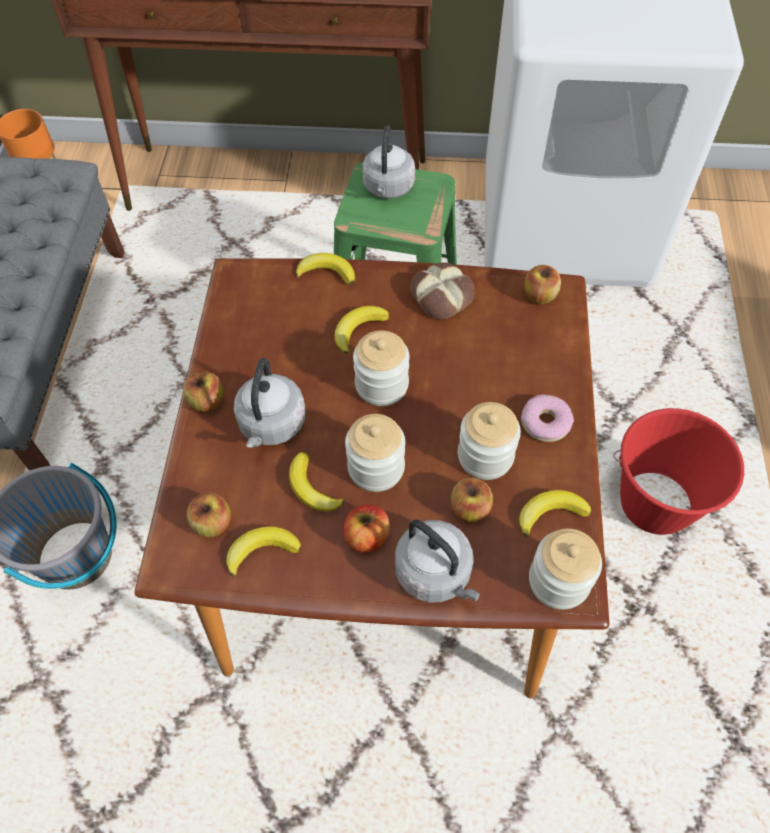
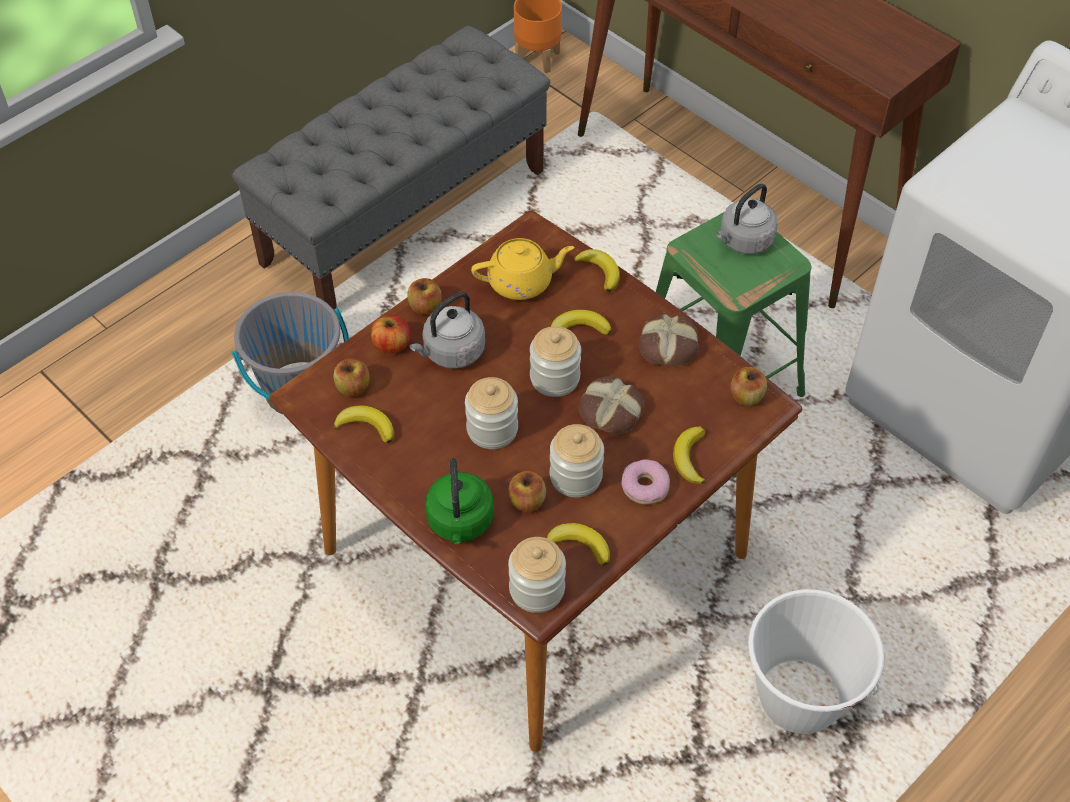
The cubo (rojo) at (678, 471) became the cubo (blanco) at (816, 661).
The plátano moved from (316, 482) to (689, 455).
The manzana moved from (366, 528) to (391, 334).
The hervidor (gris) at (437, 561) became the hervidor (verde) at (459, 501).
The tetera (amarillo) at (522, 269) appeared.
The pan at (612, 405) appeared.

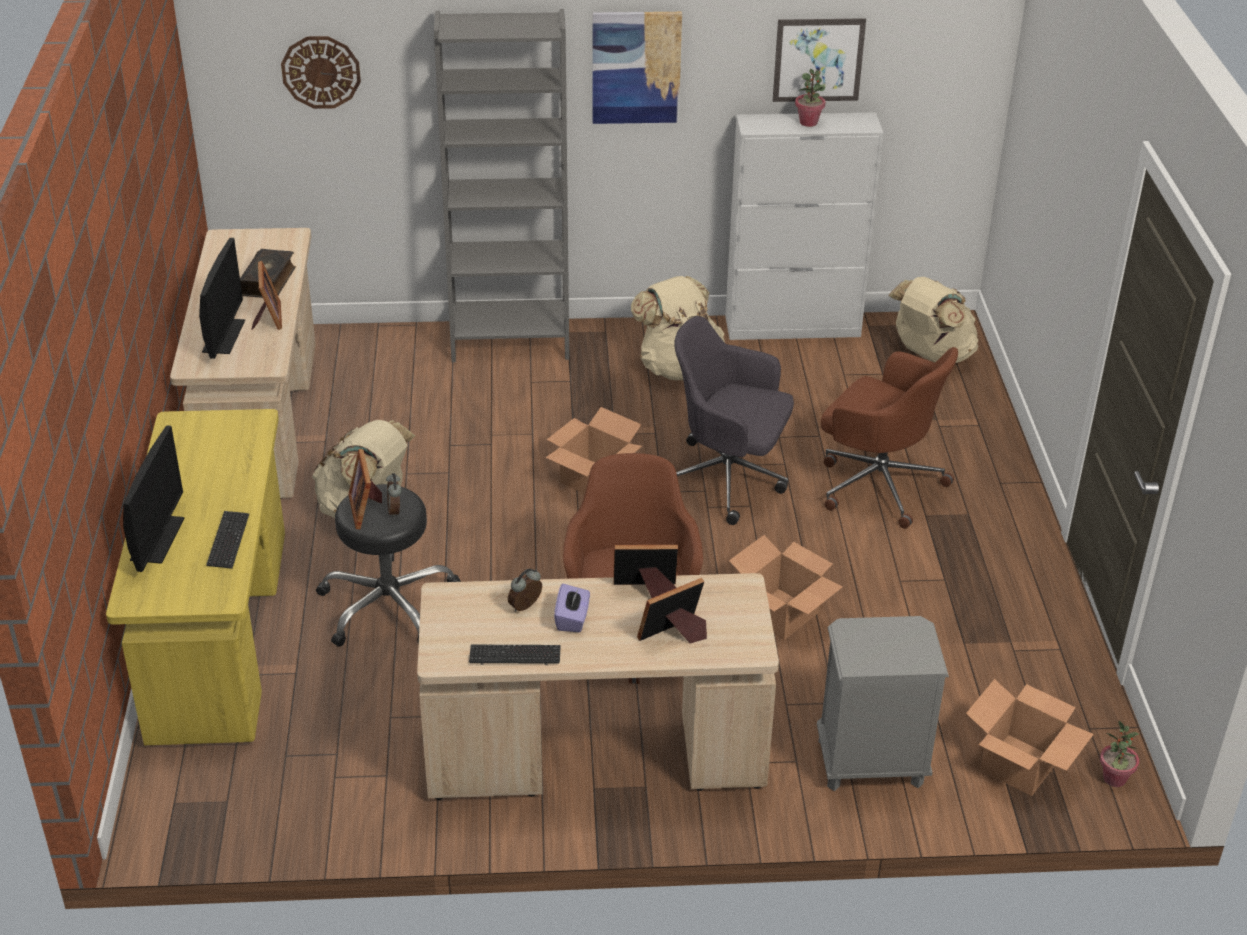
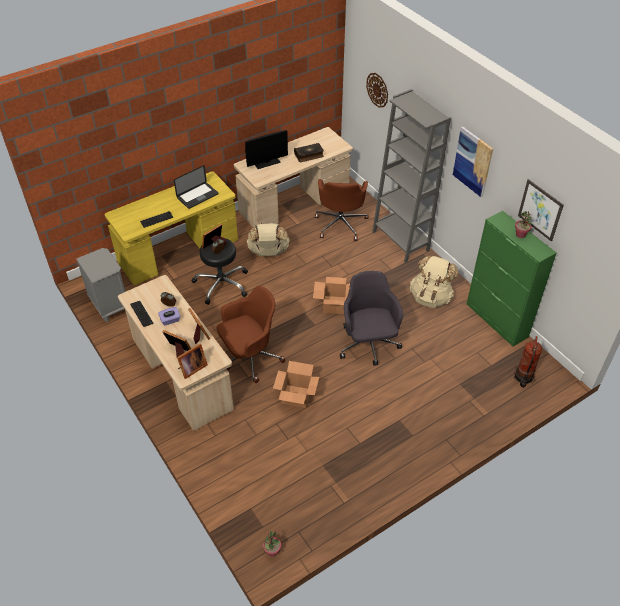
The armario (blanco) at (804, 226) became the armario (verde) at (512, 278).
The portarretratos moved from (266, 295) to (192, 361).
The mochila (beis) at (934, 320) was replaced by the extintor at (528, 362).
The silla de oficina (marrón) moved from (889, 438) to (342, 210).
The monitor at (153, 498) disappeared.
The mesita de noche (gris) moved from (883, 703) to (101, 285).
The caja de cartón at (1030, 737) disappeared.
The portátil at (196, 187) appeared.

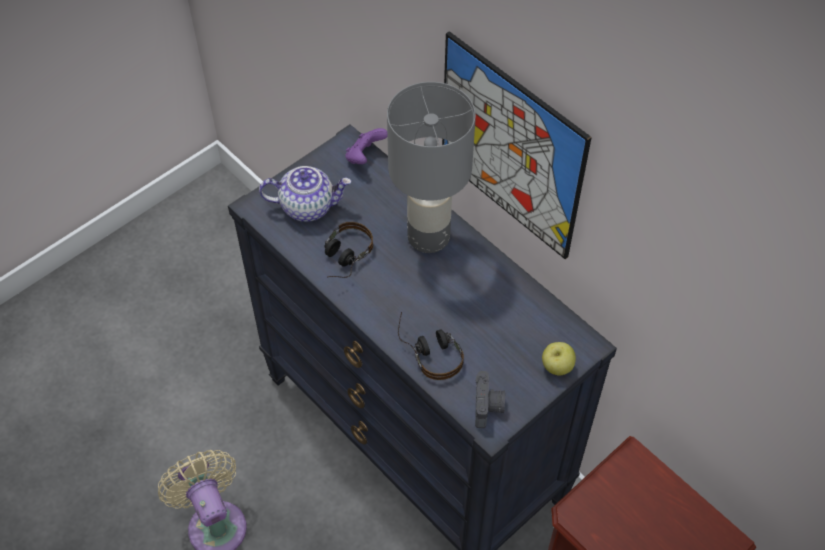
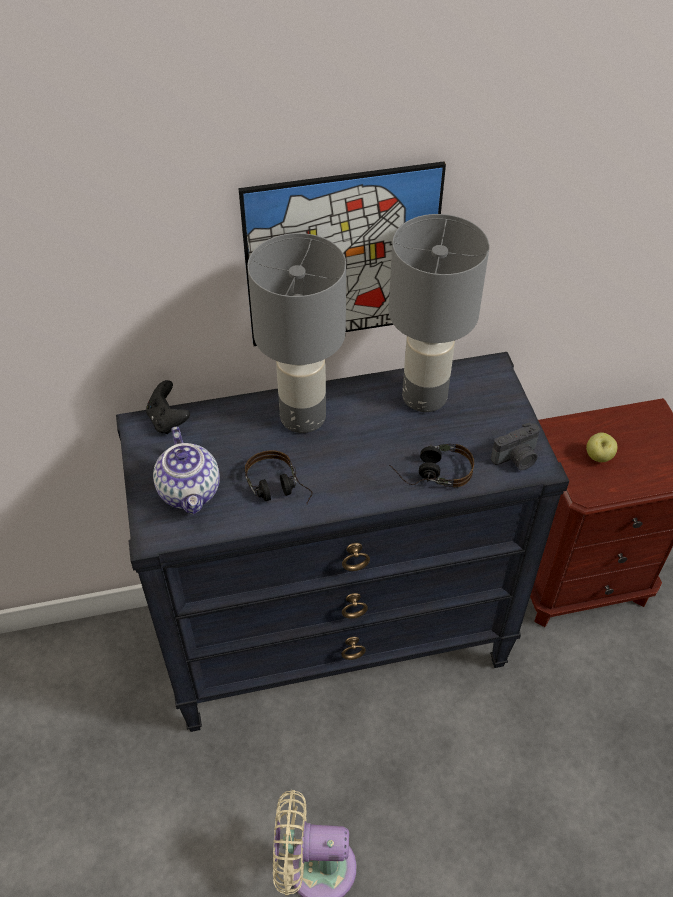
The mando de consola (morado) at (366, 146) became the mando de consola (negro) at (168, 407).
The tetera at (305, 194) turned 135 degrees clockwise.
The manzana moved from (559, 358) to (602, 447).
The cámara at (490, 399) turned 120 degrees clockwise.
The lámpara de mesa (gris) at (439, 313) appeared.

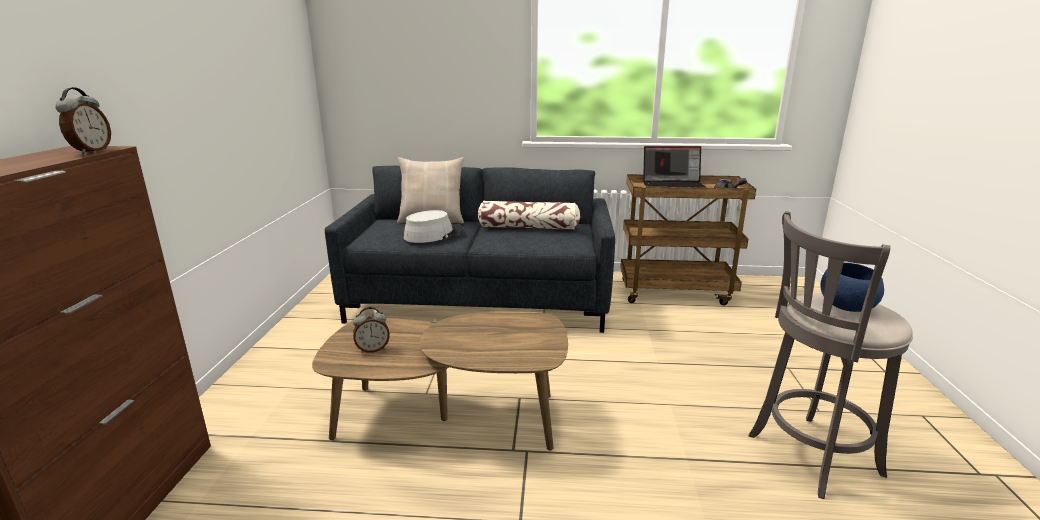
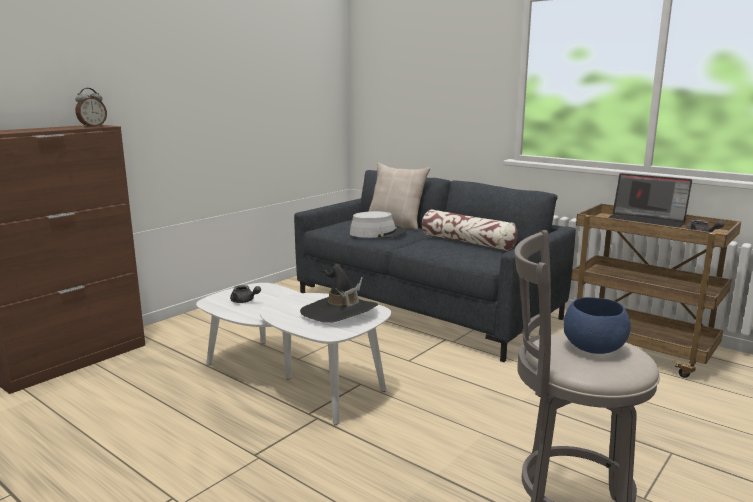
The despertador at (371, 330) was replaced by the tetera (gris) at (245, 294).
The mesa de centro (marrón) at (440, 380) became the mesa de centro (blanco) at (293, 354).
The sombrero (negro) at (339, 293) appeared.

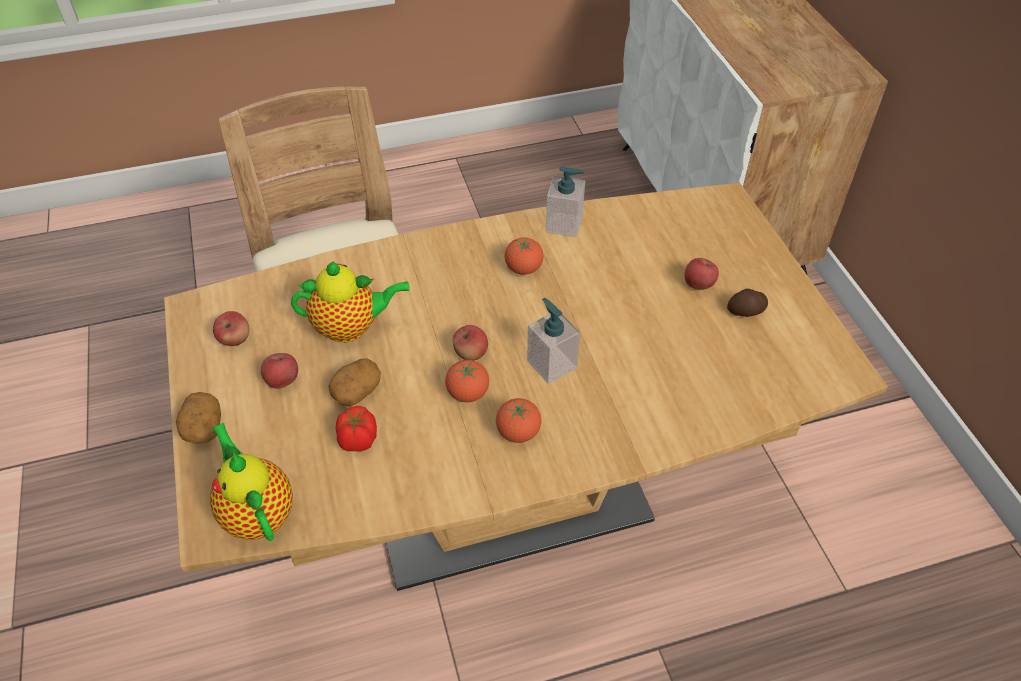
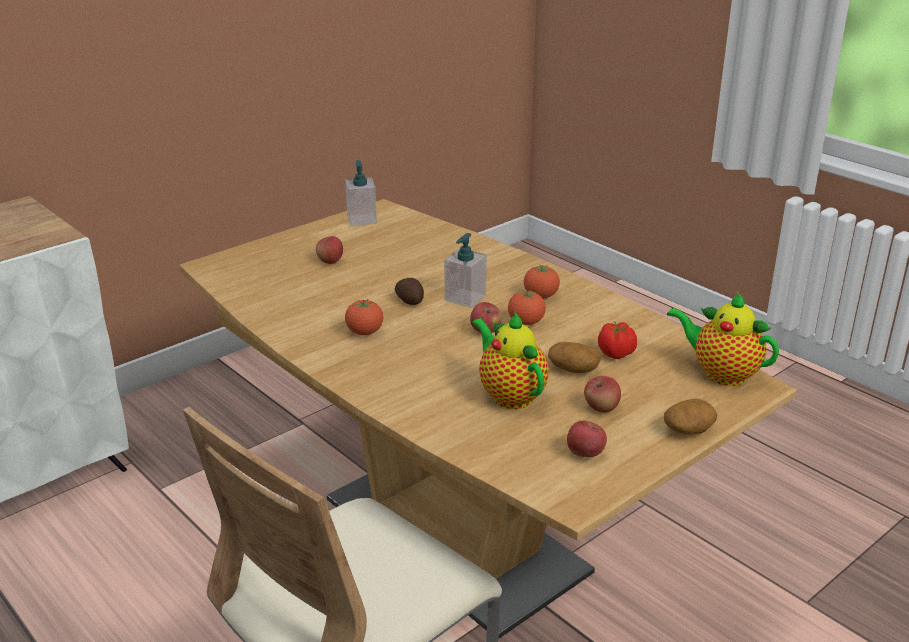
The dispensador de jabón moved from (565, 201) to (361, 193).
The patata moved from (747, 303) to (409, 291).
The tetera at (251, 482) turned 90 degrees clockwise.

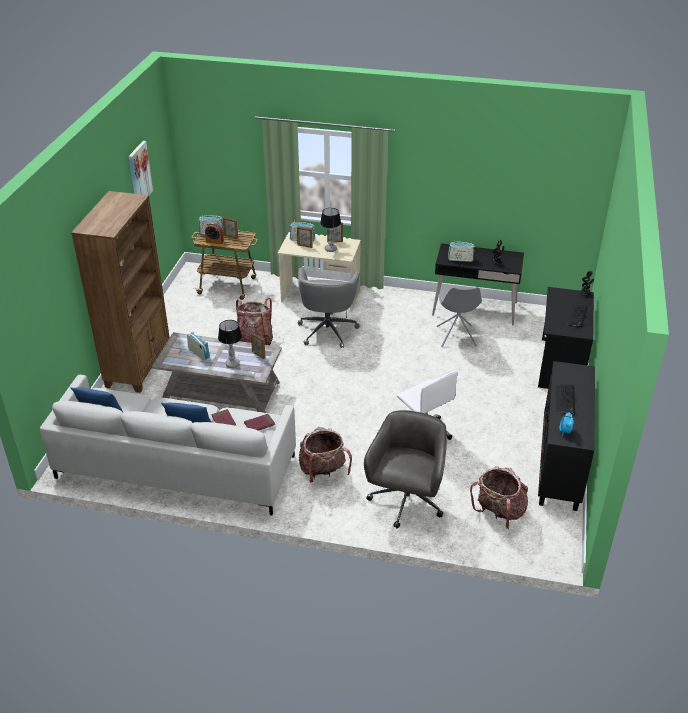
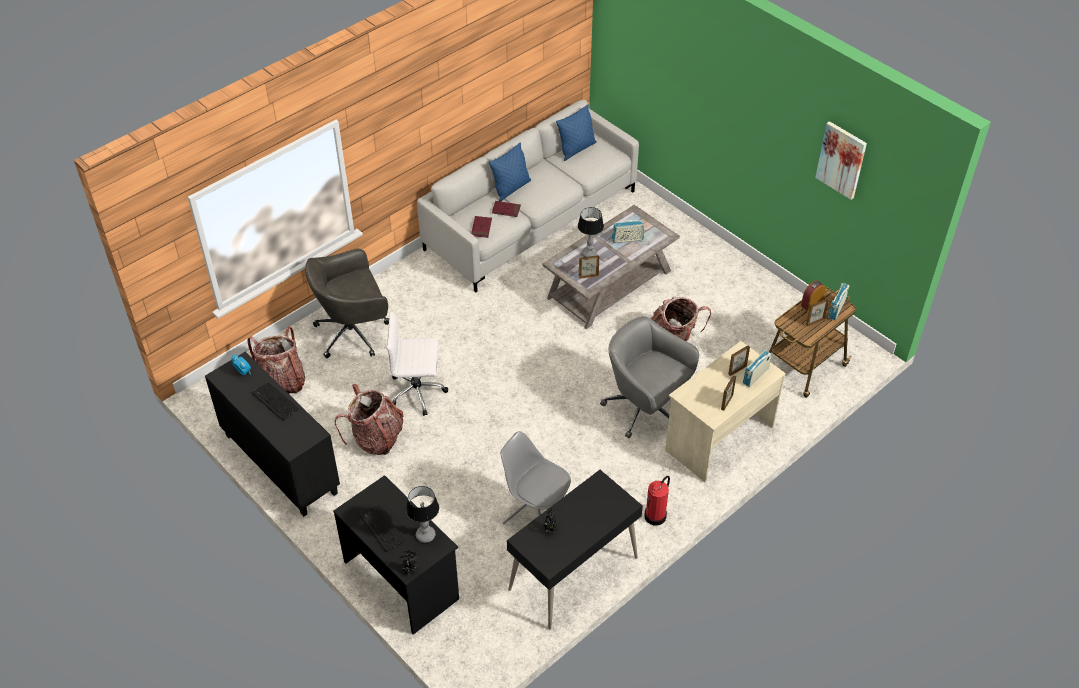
The estantería (marrón) at (120, 292) disappeared.
The lámpara de mesa moved from (330, 230) to (422, 514).
The radio at (461, 252) disappeared.
The silla de oficina (gris) at (405, 469) turned 105 degrees clockwise.
The mochila moved from (325, 455) to (369, 419).
The extintor at (657, 500) appeared.

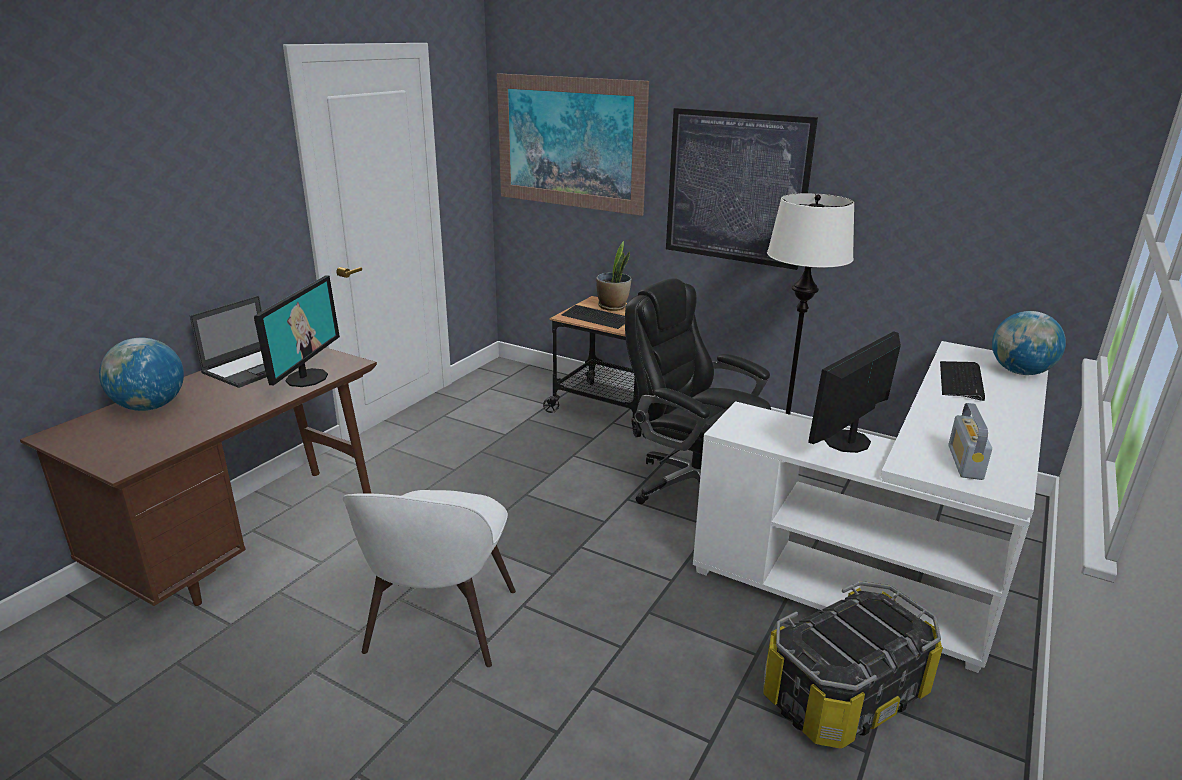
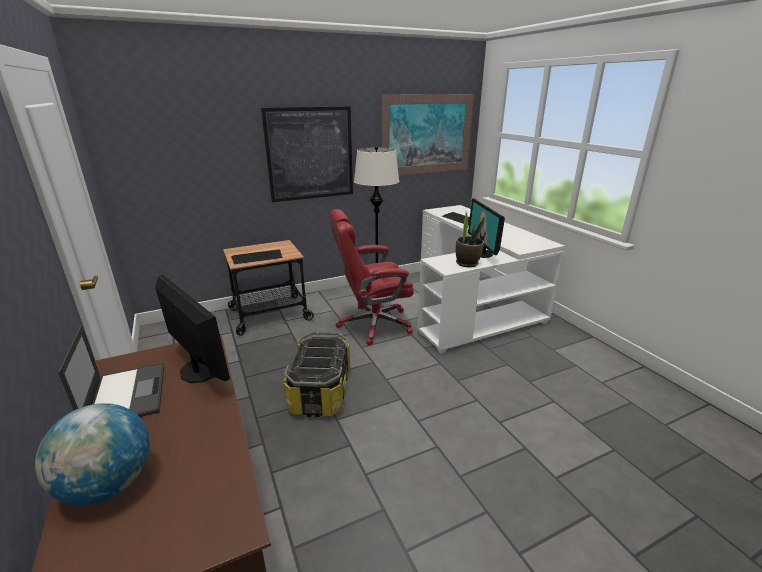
The cuadro moved from (573, 144) to (427, 134).
The planta en maceta moved from (613, 276) to (470, 239).
The silla de oficina (negro) at (698, 391) became the silla de oficina (rojo) at (371, 277).
The globo terráqueo at (1029, 343) disappeared.
The radio at (970, 441) disappeared.
The silla (blanco) at (429, 578) disappeared.
The caja de almacenaje moved from (853, 665) to (316, 374).

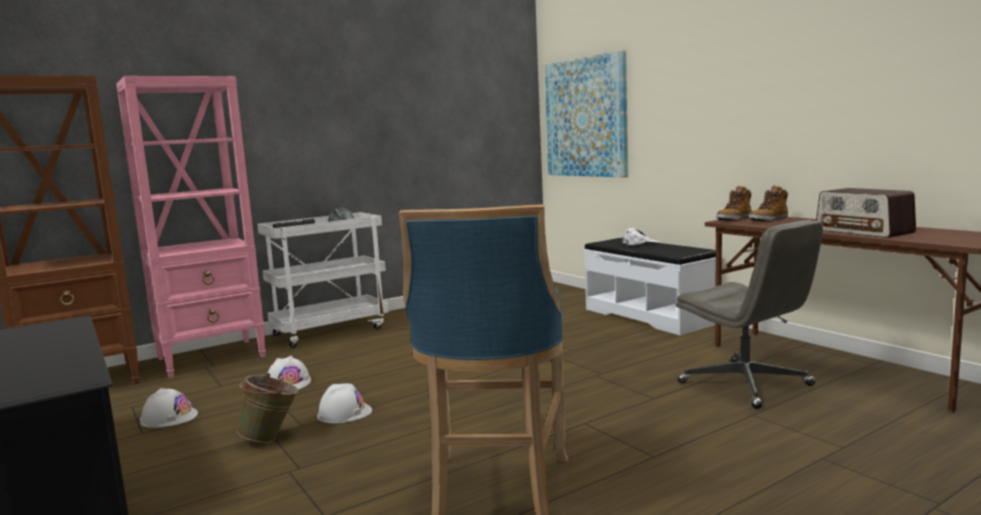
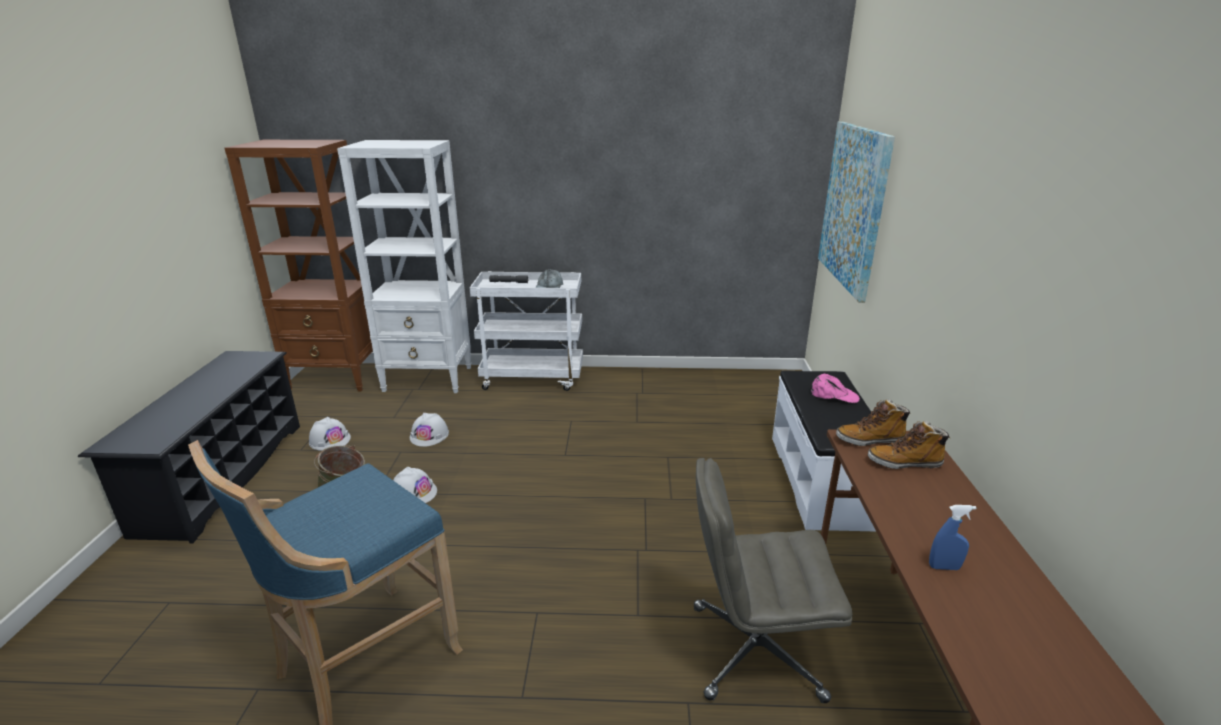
The estantería (rosa) at (191, 226) became the estantería (blanco) at (404, 266).
The radio at (866, 213) was replaced by the pulverizador (azul) at (952, 537).
The silla de oficina (gris) at (749, 314) turned 90 degrees clockwise.
The gorra (blanco) at (641, 236) became the gorra (rosa) at (835, 388).

